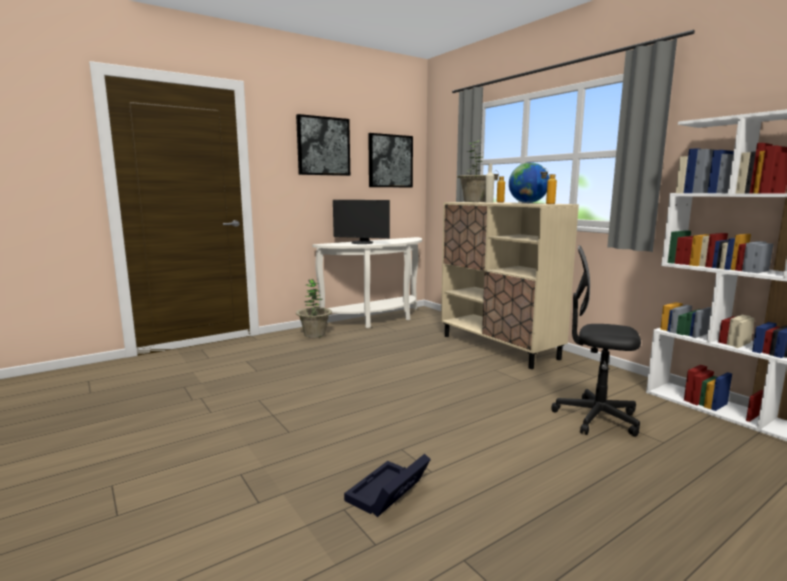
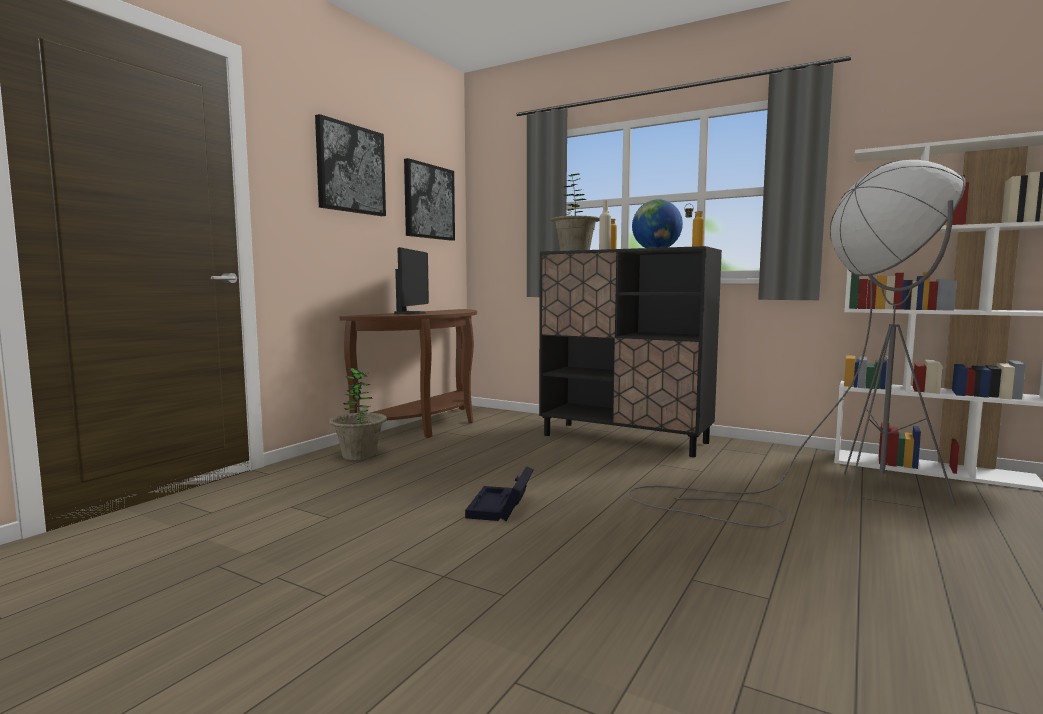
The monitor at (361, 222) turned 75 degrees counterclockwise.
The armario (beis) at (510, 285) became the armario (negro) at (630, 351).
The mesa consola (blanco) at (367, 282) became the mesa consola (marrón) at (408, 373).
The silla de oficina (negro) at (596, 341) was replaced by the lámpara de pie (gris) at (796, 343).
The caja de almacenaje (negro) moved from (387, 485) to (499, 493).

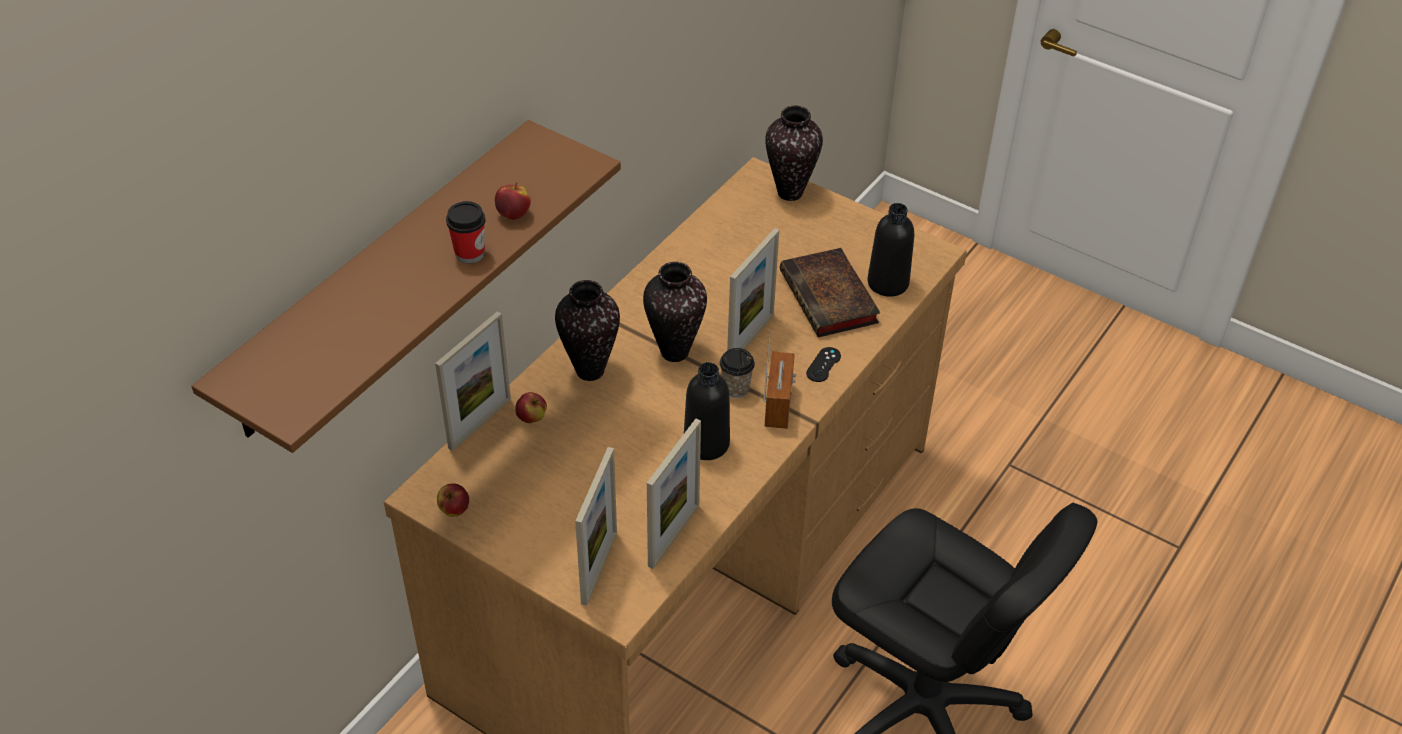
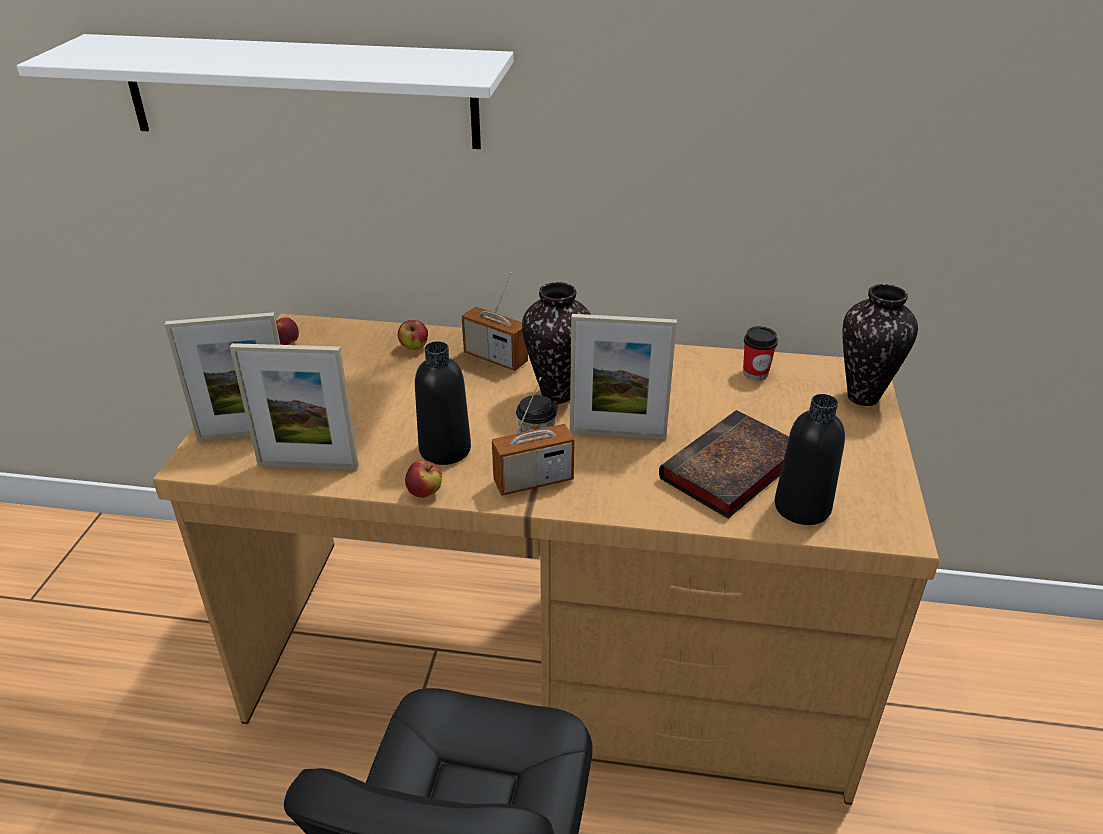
The estante (marrón) at (406, 286) became the estante (blanco) at (265, 91).
The manzana moved from (513, 201) to (423, 479).
The taza moved from (466, 232) to (760, 353).
The florero at (587, 330) was replaced by the radio at (495, 321).
The portarretratos at (473, 381) disappeared.
The mando de consola (negro) at (823, 364) disappeared.

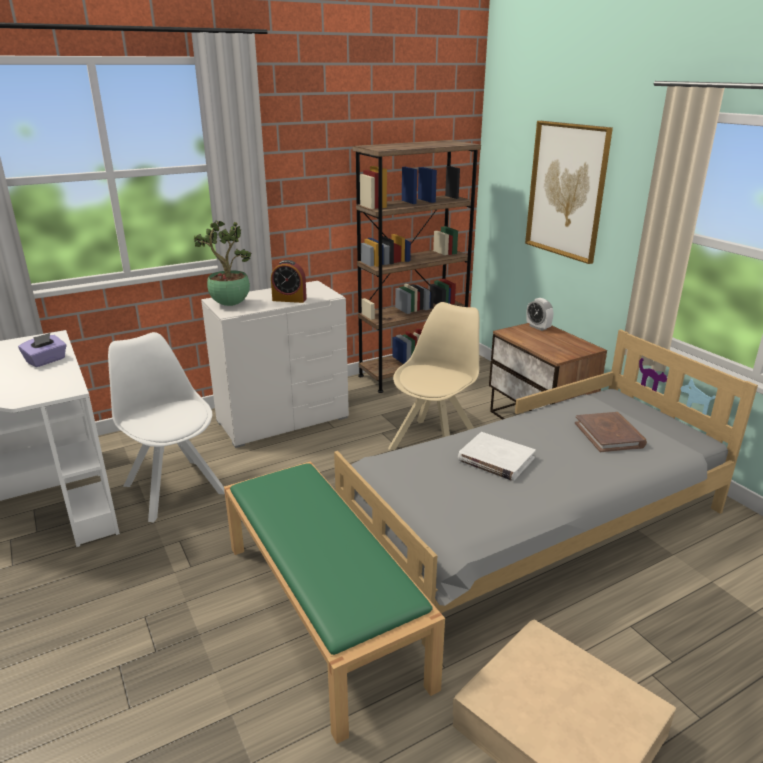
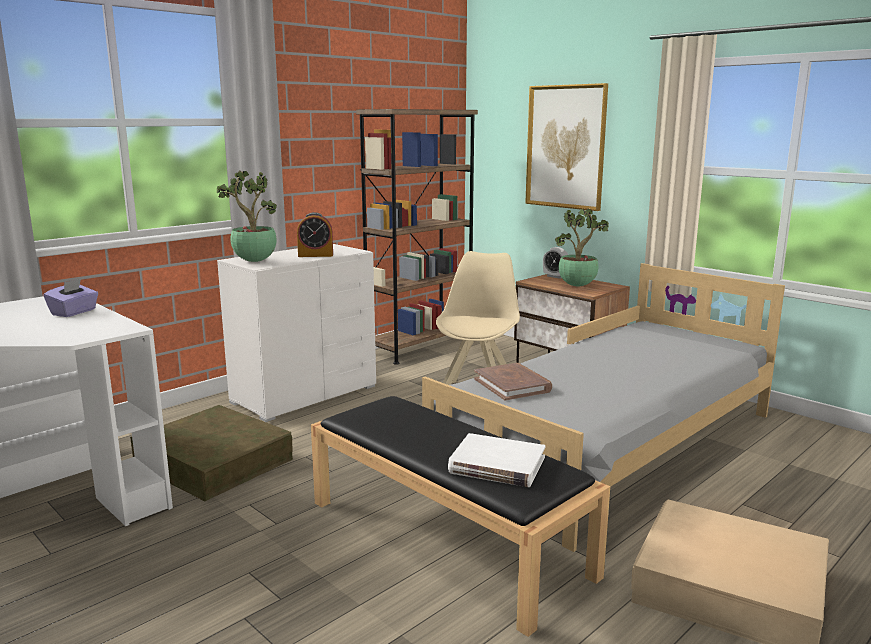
The silla (blanco) at (166, 427) was replaced by the caja de almacenaje (marrón) at (211, 453).
The libro (marrón) moved from (611, 432) to (513, 382).
The libro (blanco) moved from (497, 456) to (497, 460).
The banco (verde) at (334, 602) became the banco (negro) at (460, 516).
The planta en maceta at (582, 247) appeared.

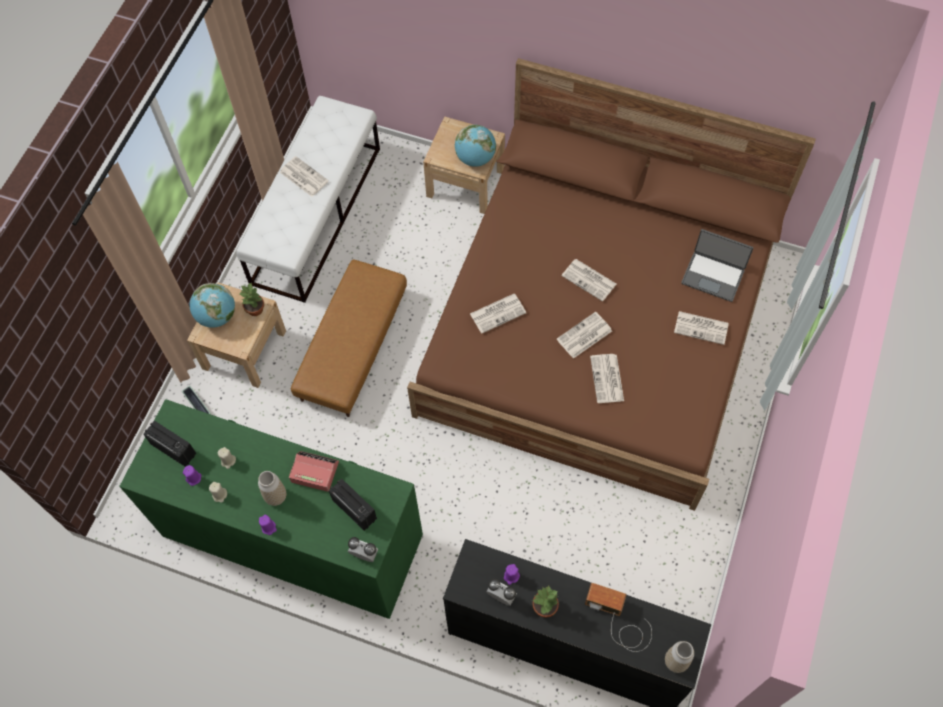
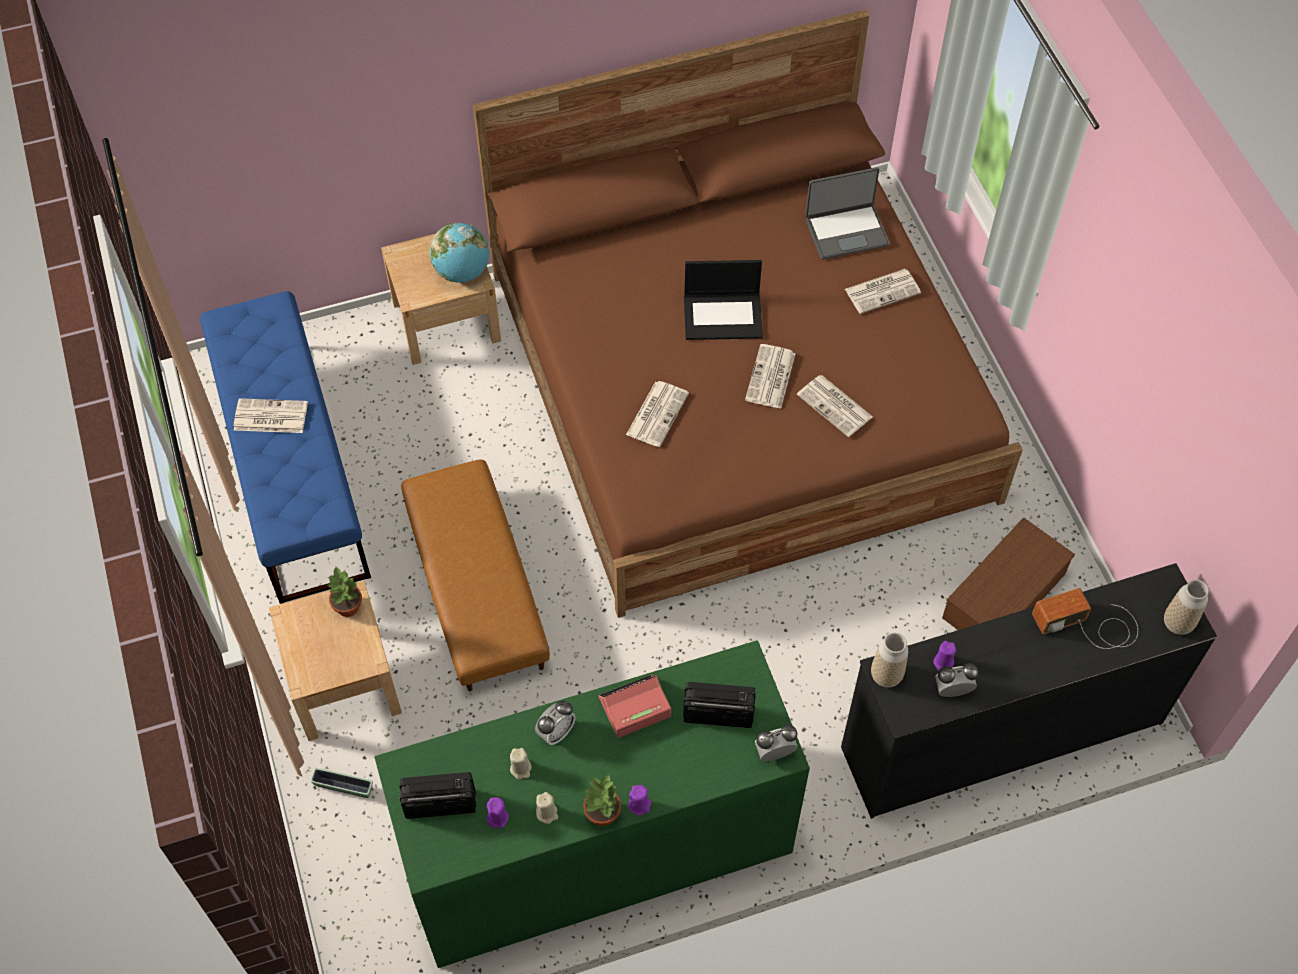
The banco (blanco) at (308, 199) became the banco (azul) at (285, 447).
The periódico at (589, 280) was replaced by the portátil at (723, 300).
The globo terráqueo at (212, 305) disappeared.
The florero moved from (272, 488) to (889, 660).
The planta en maceta moved from (545, 602) to (602, 800).
The caja de almacenaje (marrón) at (1008, 573) appeared.
The despertador at (555, 723) appeared.

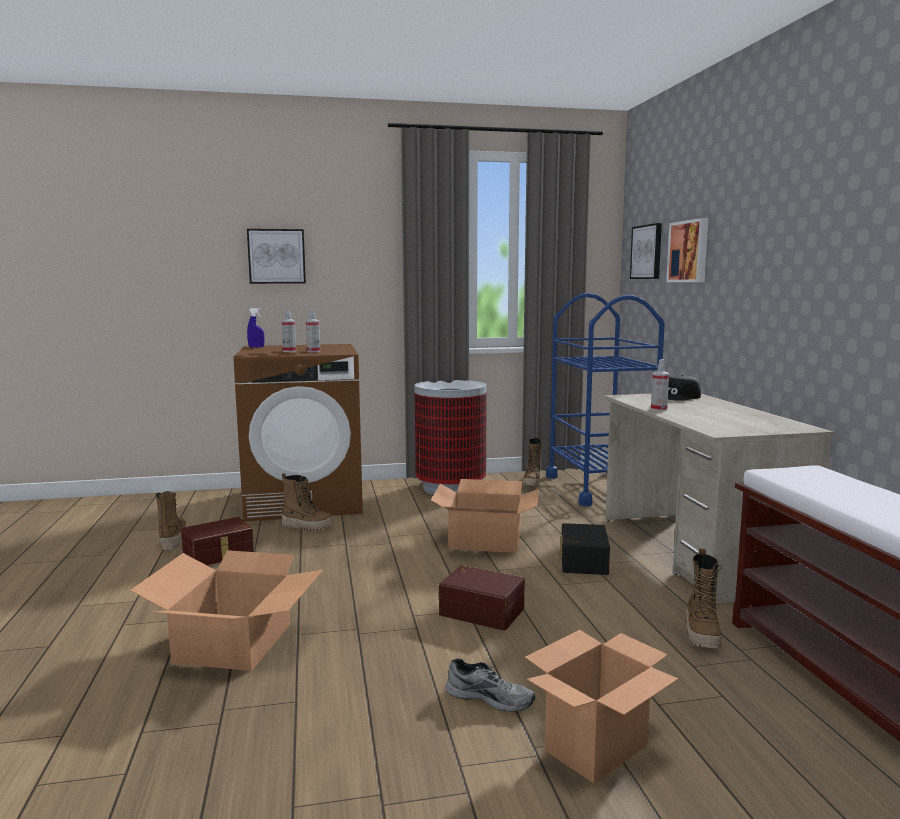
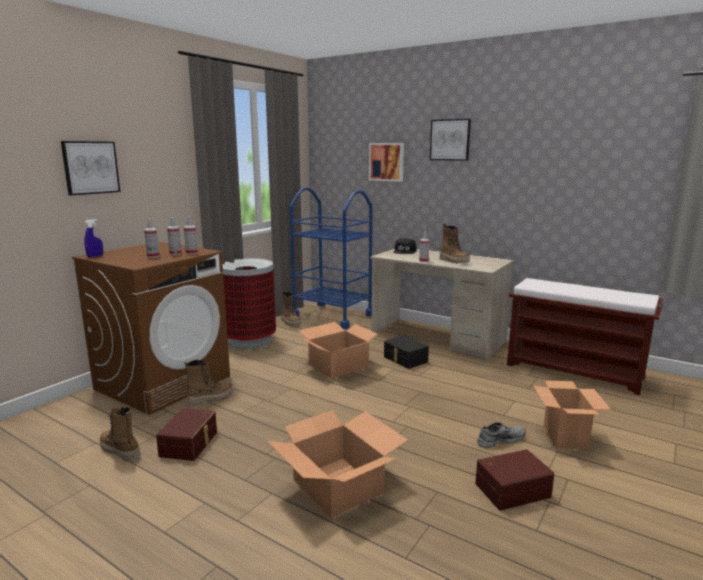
The cuadro moved from (646, 251) to (450, 140).
The bota moved from (704, 598) to (454, 243).
The caja de almacenaje (marrón) moved from (482, 598) to (514, 479).
The pulverizador at (191, 235) appeared.

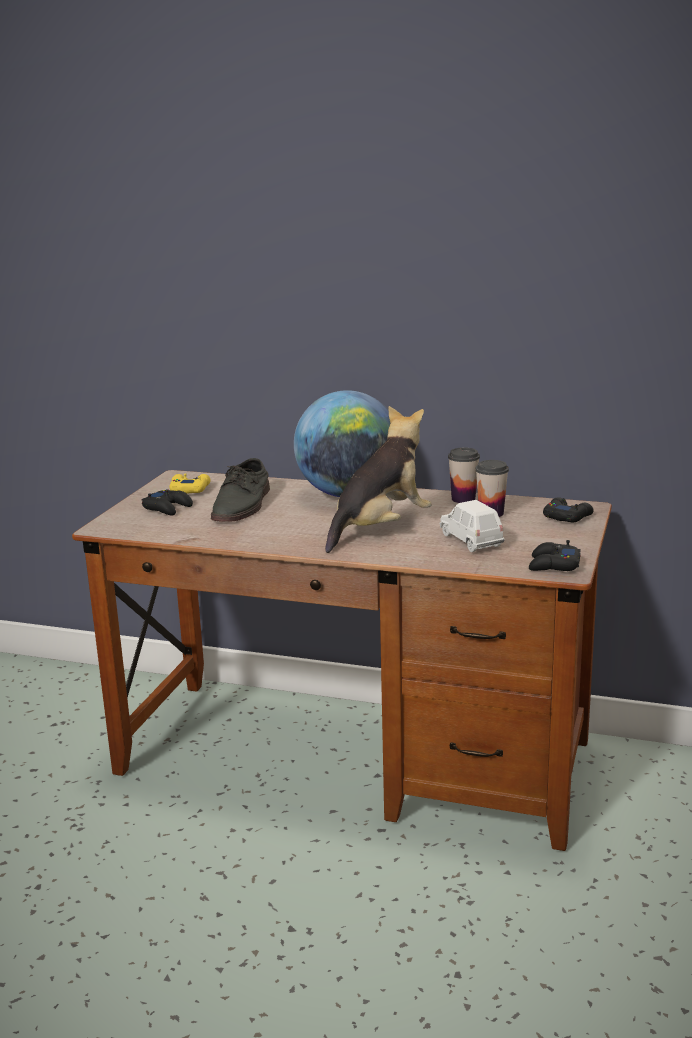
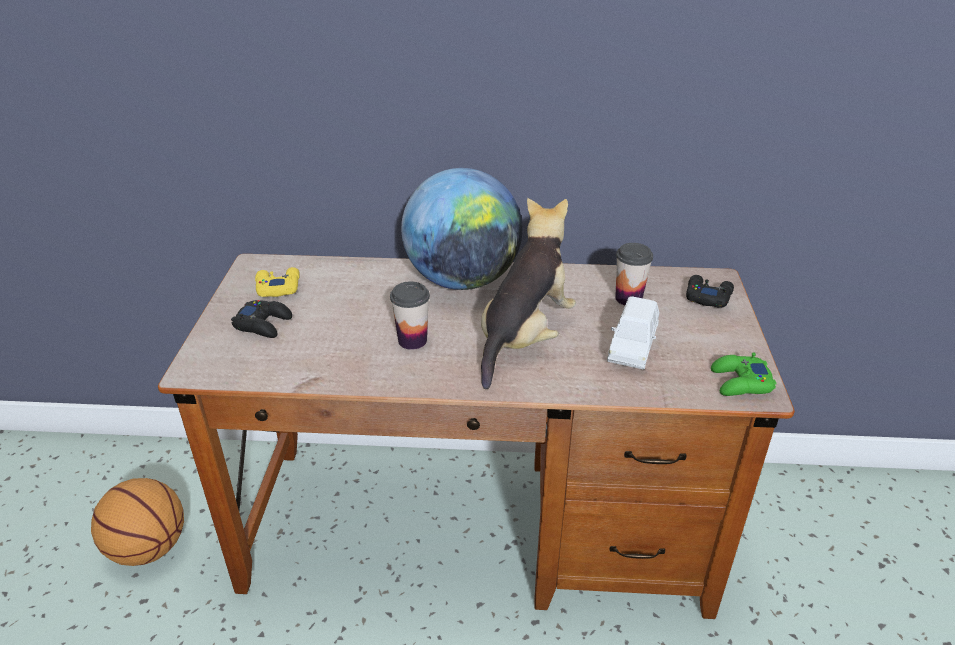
The taza moved from (464, 475) to (410, 315).
The zapato (gris) at (240, 490) disappeared.
The coche de juguete (blanco) at (472, 526) turned 120 degrees counterclockwise.
The mando de consola (negro) at (555, 555) became the mando de consola (verde) at (744, 374).
The balón de baloncesto at (137, 522) appeared.

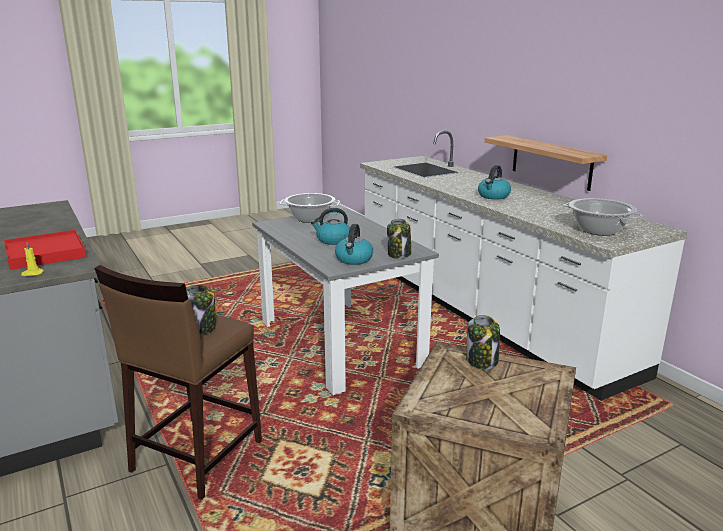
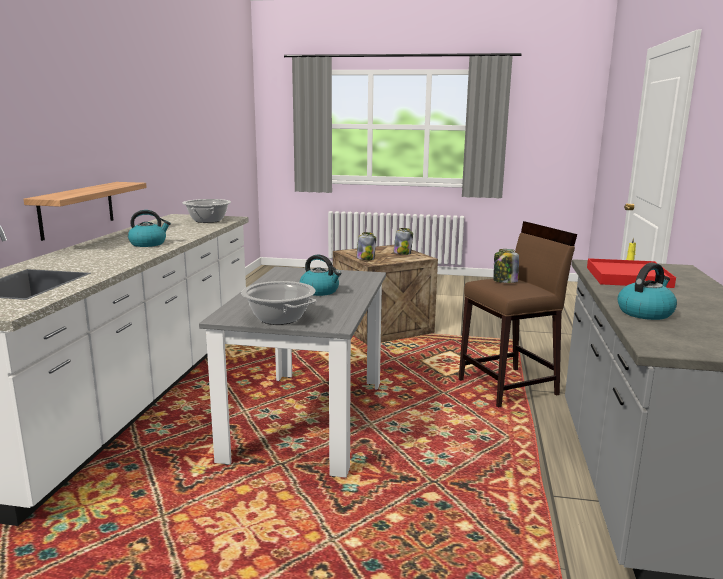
The tarro moved from (399, 239) to (403, 241).
The hervidor moved from (354, 244) to (647, 291).

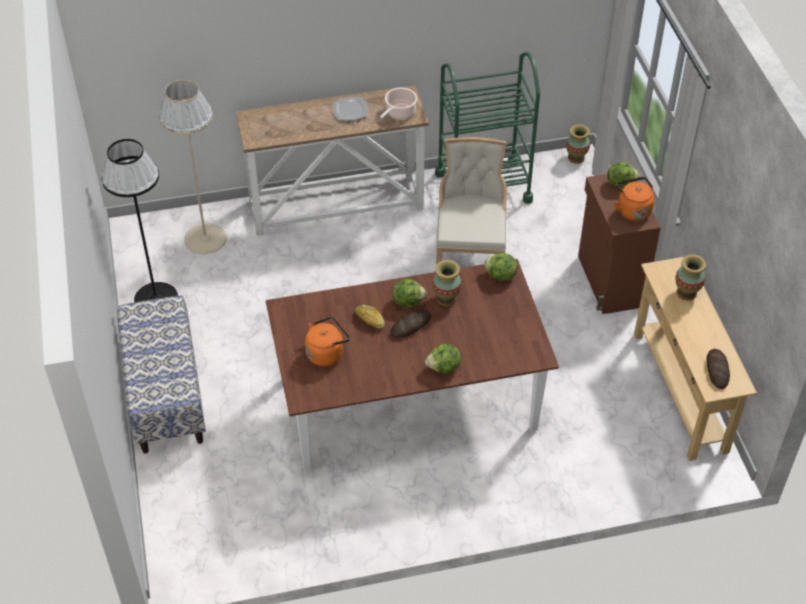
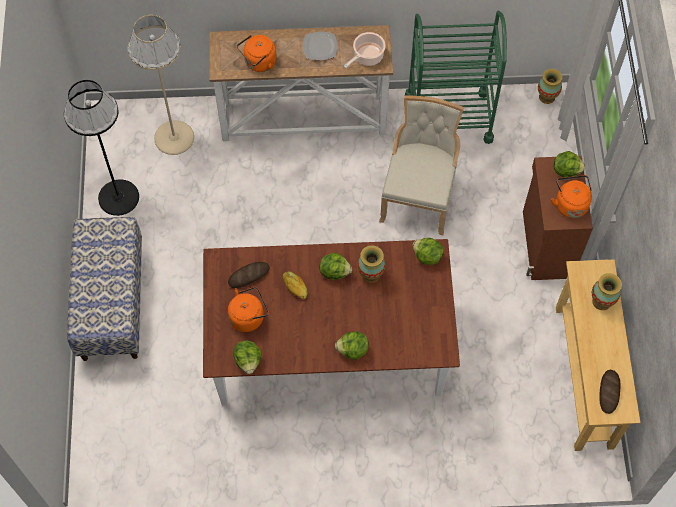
The pan moved from (410, 324) to (249, 275).
The hervidor (naranja) at (257, 53) appeared.
The lechuga at (247, 357) appeared.

